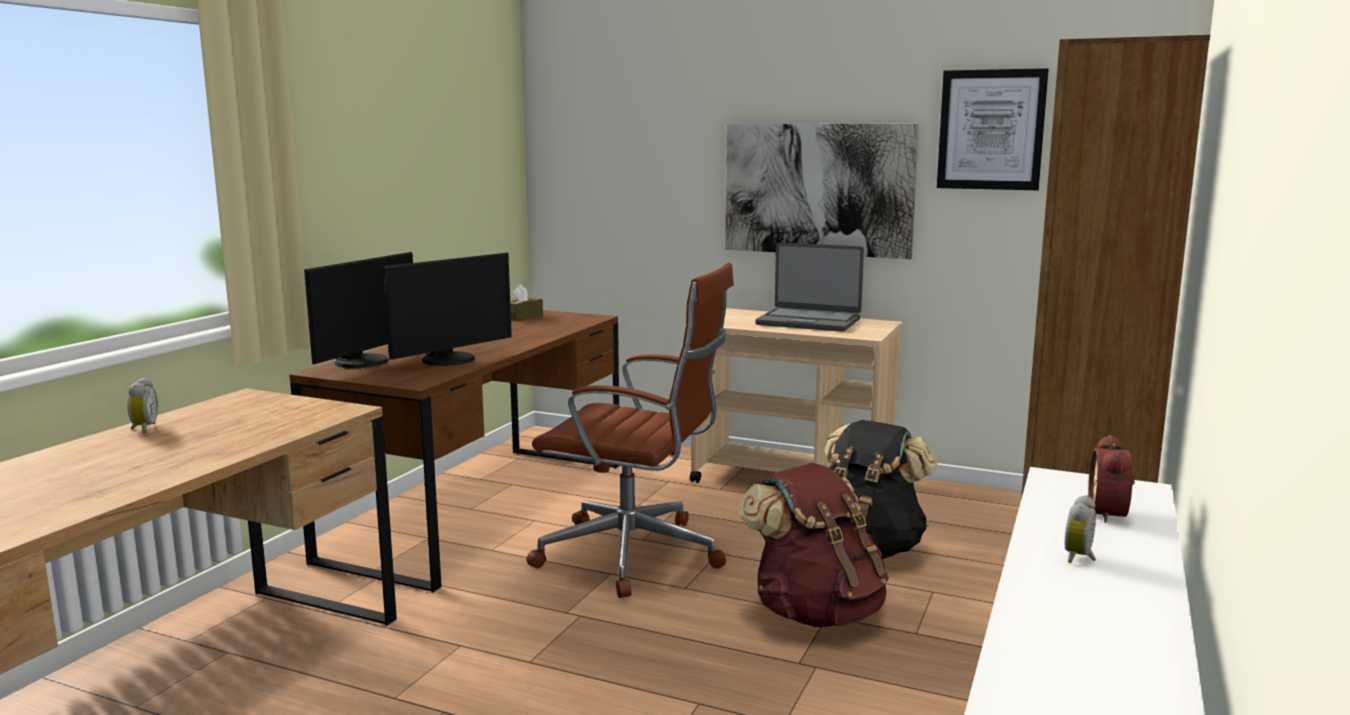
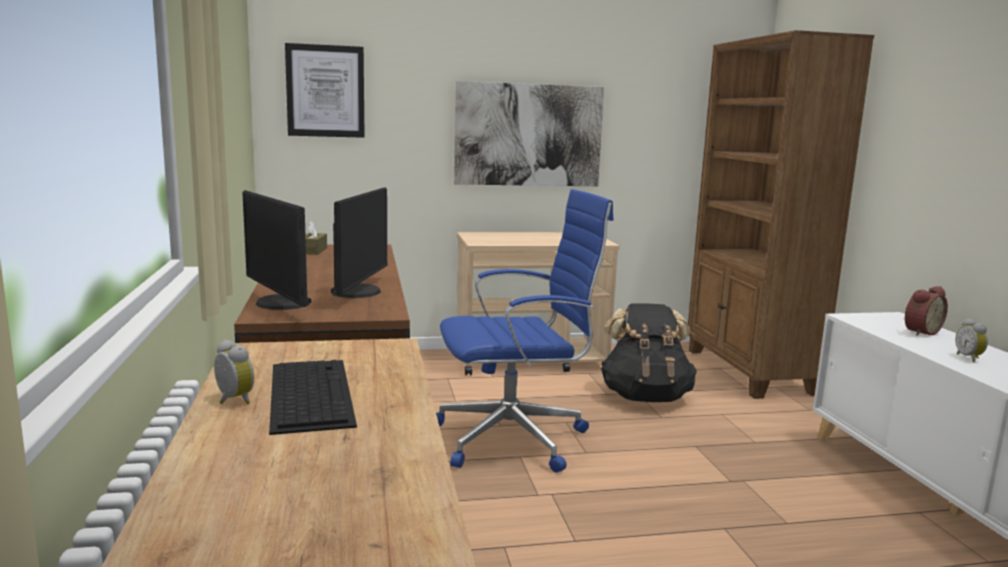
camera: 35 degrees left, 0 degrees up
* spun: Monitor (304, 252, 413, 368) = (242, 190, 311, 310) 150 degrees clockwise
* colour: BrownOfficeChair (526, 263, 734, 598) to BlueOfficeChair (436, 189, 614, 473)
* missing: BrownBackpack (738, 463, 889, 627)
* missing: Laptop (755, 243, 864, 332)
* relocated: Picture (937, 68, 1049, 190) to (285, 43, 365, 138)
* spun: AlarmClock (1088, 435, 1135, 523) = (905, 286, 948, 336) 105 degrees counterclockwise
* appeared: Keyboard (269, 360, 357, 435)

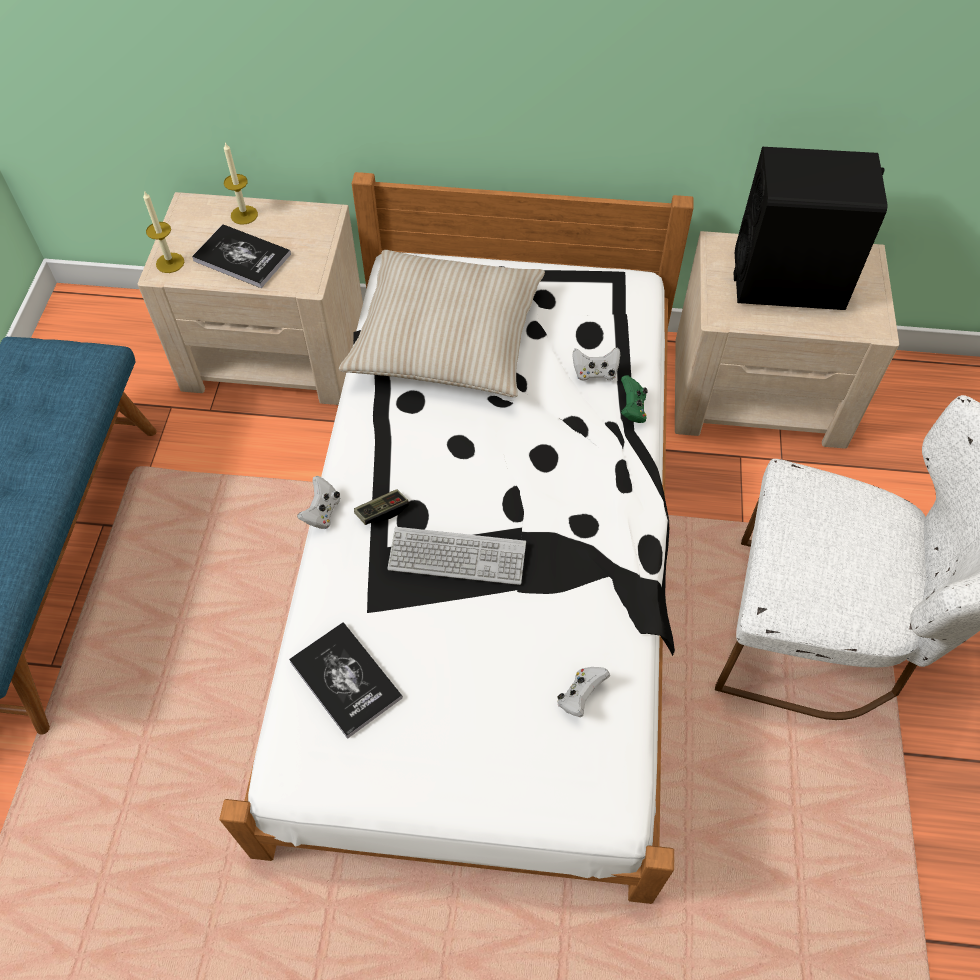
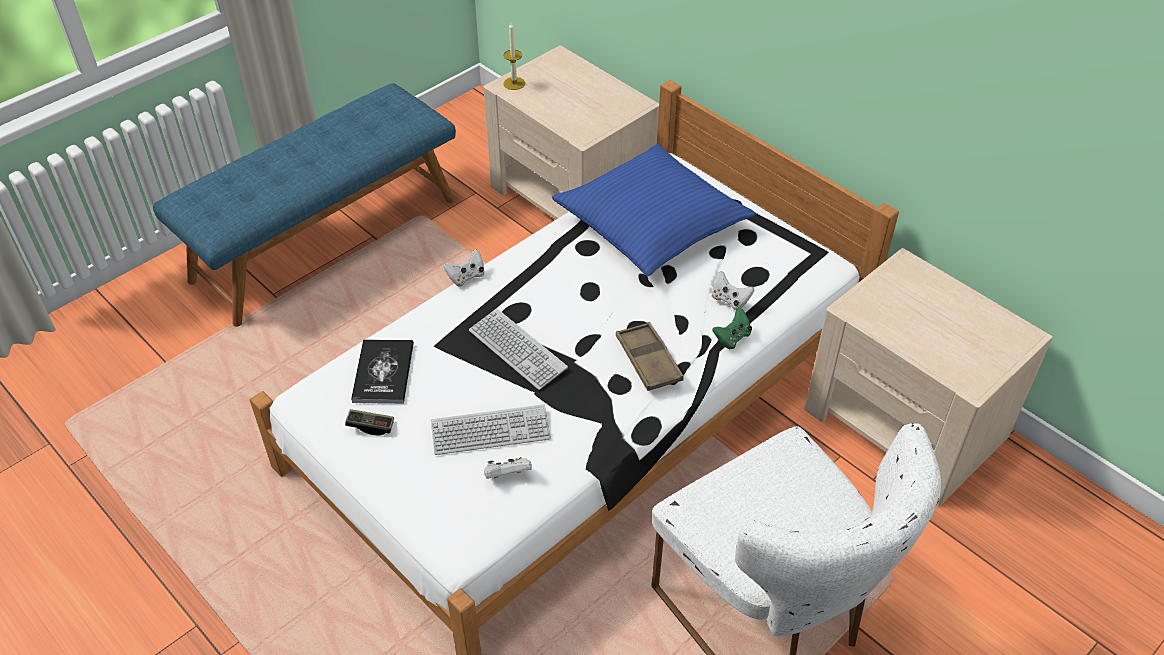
camera: 40 degrees right, 10 degrees down
* missing: Book (192, 224, 291, 288)
* missing: Candle (224, 142, 258, 225)
* colour: BeigePillow (339, 250, 545, 397) to BluePillow (552, 144, 756, 276)
* relocated: GameController (354, 489, 409, 525) to (345, 409, 394, 436)
* missing: BlackSpeaker (734, 147, 888, 310)
* appeared: Keyboard (431, 404, 551, 455)
* appeared: BrownTray (616, 322, 684, 391)

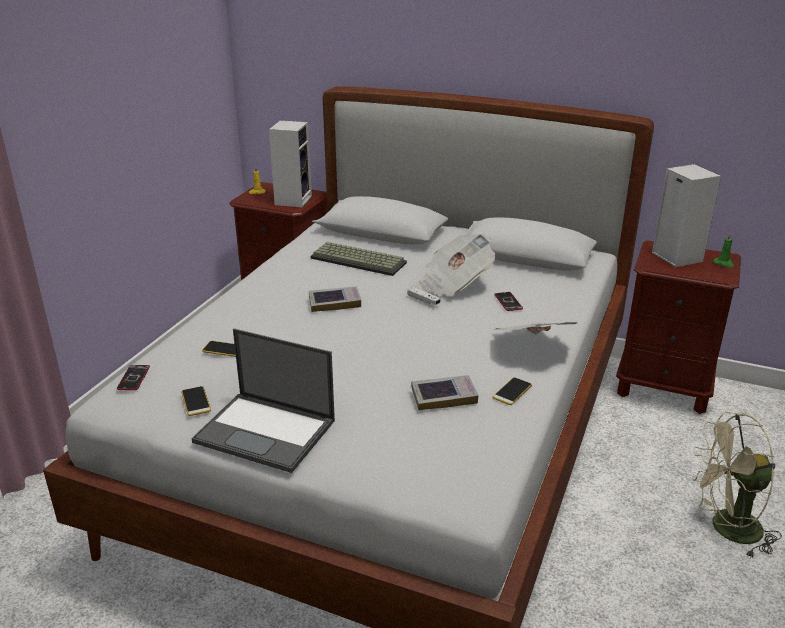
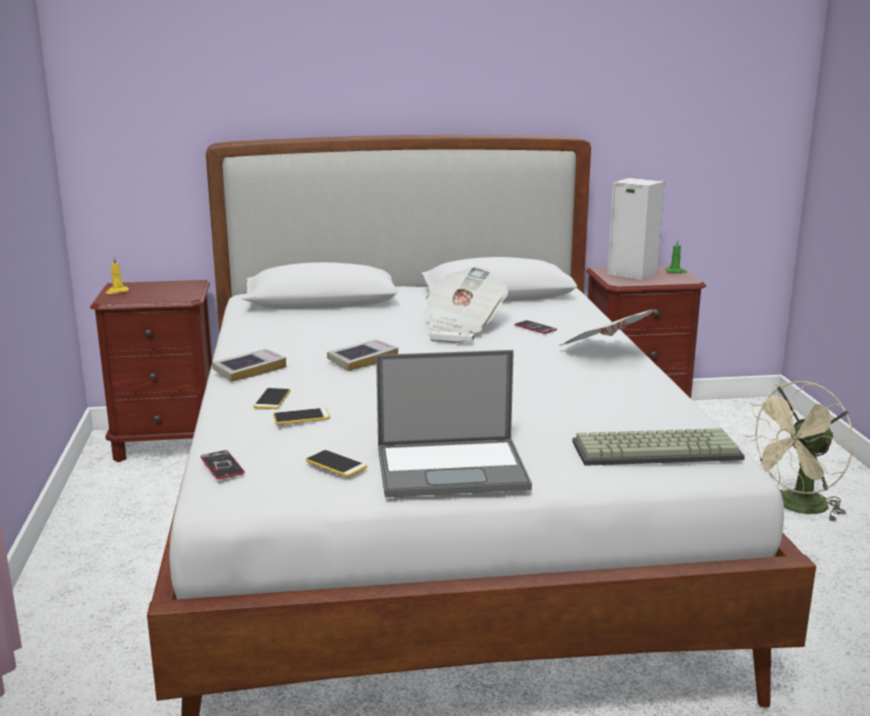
camera: 30 degrees left, 10 degrees down
* missing: Speaker (269, 120, 312, 207)
* relocated: Keyboard (311, 242, 407, 276) to (572, 428, 745, 466)
* relocated: Book (411, 375, 479, 410) to (212, 349, 286, 382)
* relocated: Phone (493, 377, 532, 405) to (253, 388, 291, 409)

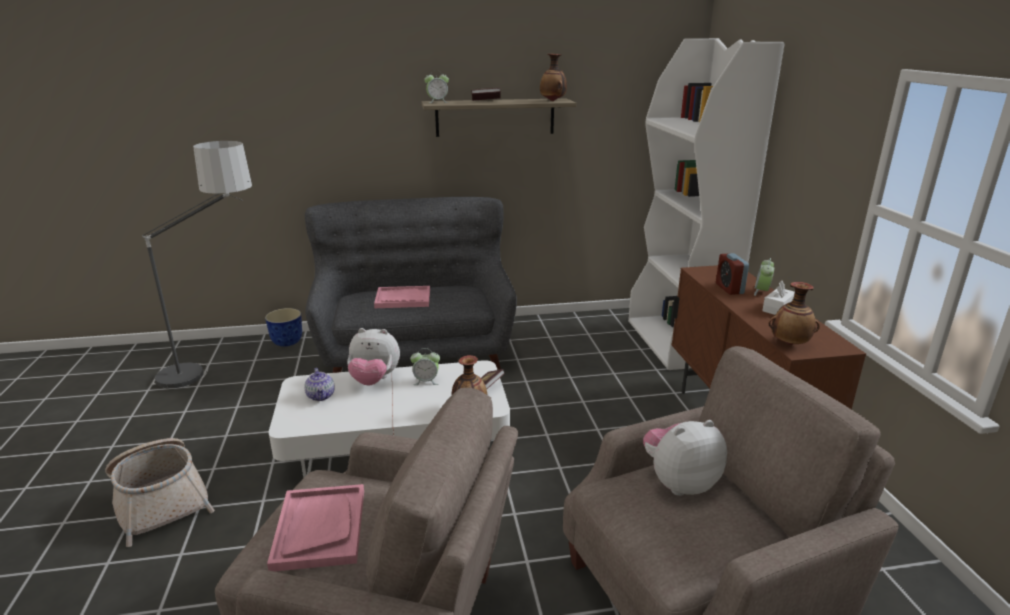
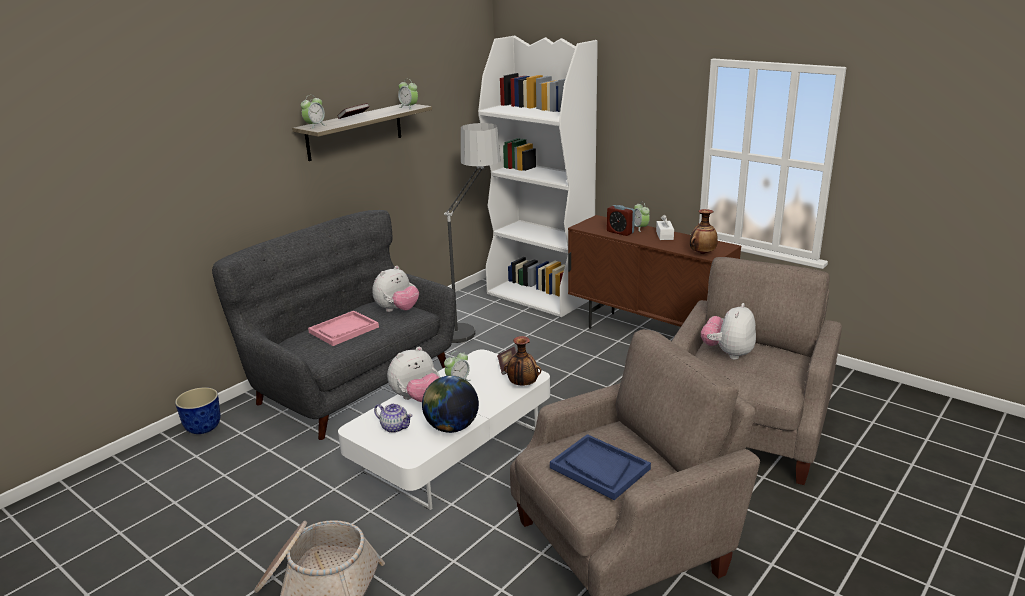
camera: 40 degrees left, 0 degrees up
* relocated: FloorLamp (142, 141, 252, 389) to (444, 123, 501, 344)
* colour: PinkTray (267, 484, 364, 571) to BlueTray (550, 434, 651, 500)
* exchanged: Vase (540, 54, 567, 101) to AlarmClock (398, 79, 418, 110)
* appeared: PlushToy (372, 266, 419, 312)
* appeared: Globe (422, 376, 479, 433)

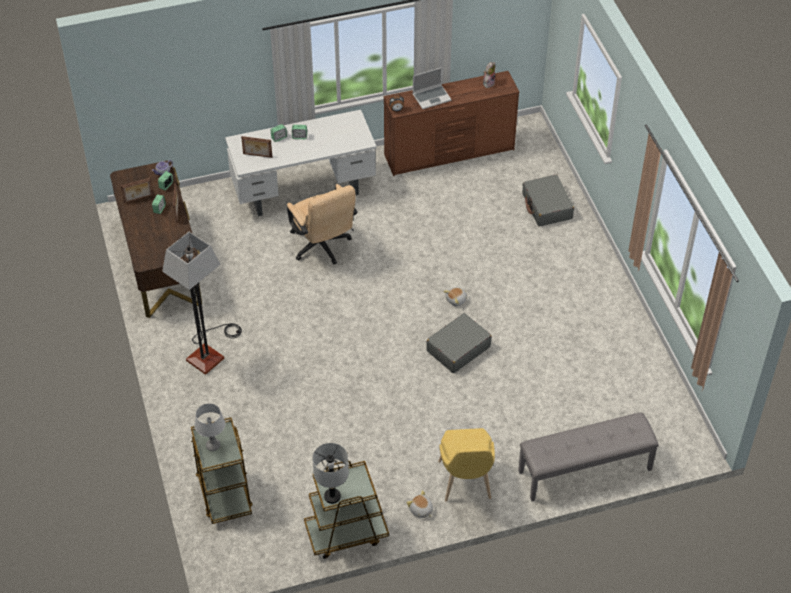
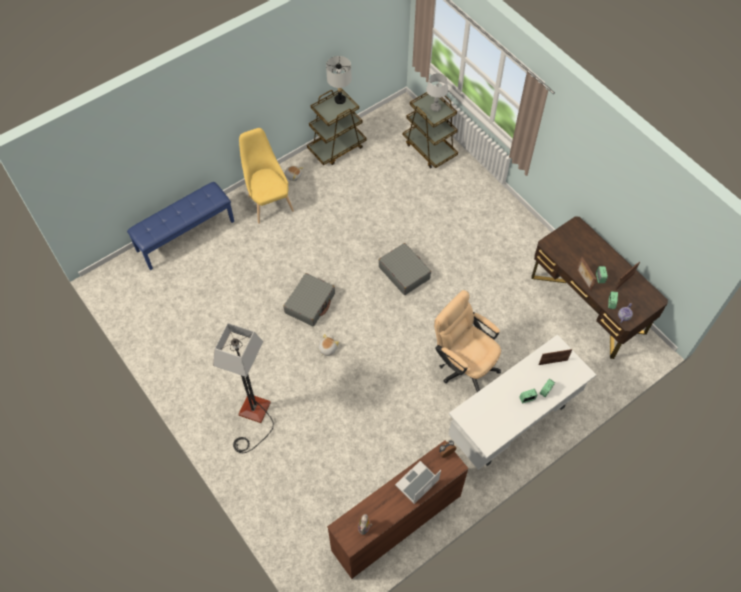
camera: 160 degrees right, 10 degrees up
* relocated: FloorLamp (162, 232, 242, 375) to (213, 323, 274, 453)
* colour: GreyBench (518, 412, 659, 502) to BlueBench (127, 182, 234, 270)
* relocated: GreySuitcase (522, 175, 574, 227) to (379, 243, 431, 295)

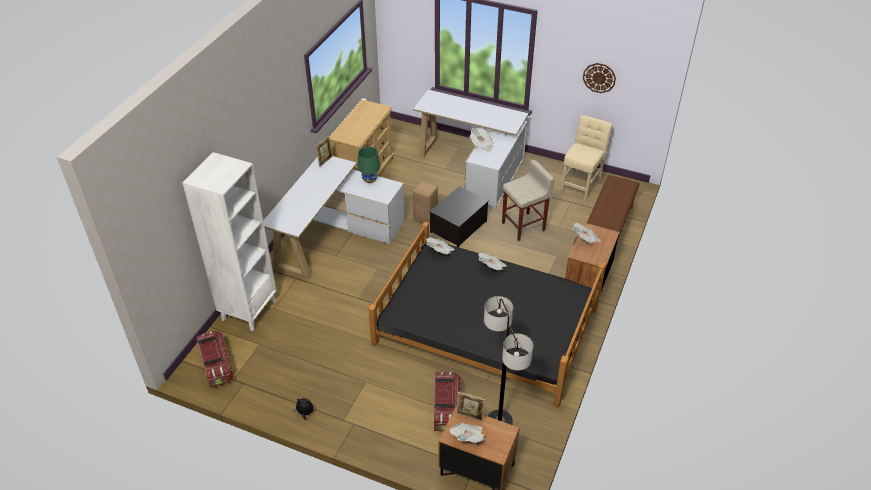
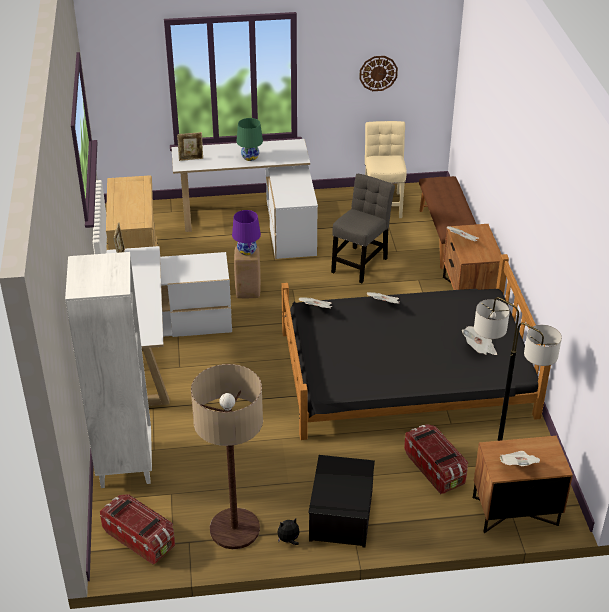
camera: 30 degrees left, 5 degrees down
* relocated: GreenTableLamp (357, 147, 381, 183) to (237, 118, 263, 161)
* relocated: StorageBox (429, 186, 489, 247) to (308, 455, 375, 548)
* relocated: PictureFrame (456, 392, 485, 422) to (177, 132, 203, 161)
* relocated: Newspaper (470, 128, 494, 152) to (462, 326, 497, 355)
* exchanged: BeigeStool (502, 160, 555, 241) to GreyChair (331, 173, 395, 283)
* appeared: FloorLamp (191, 364, 263, 549)
* appeared: PurpleTableLamp (232, 210, 261, 256)

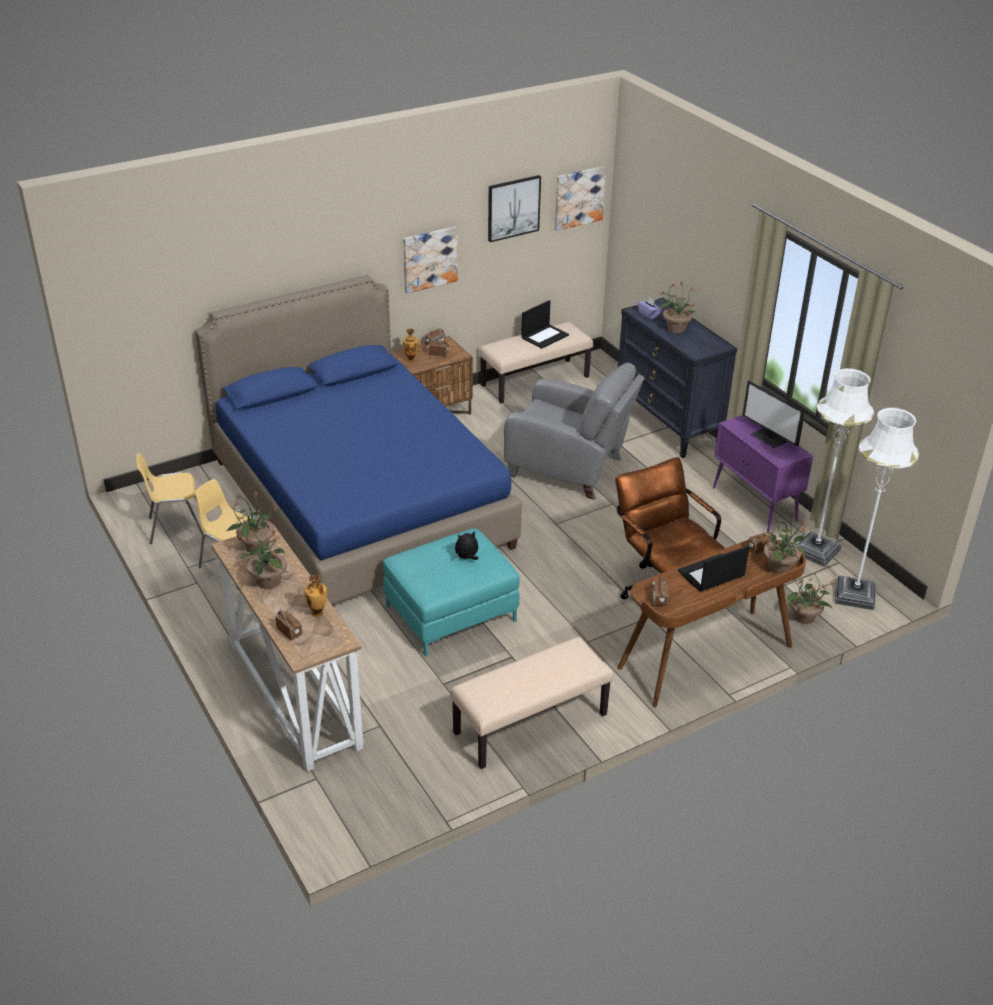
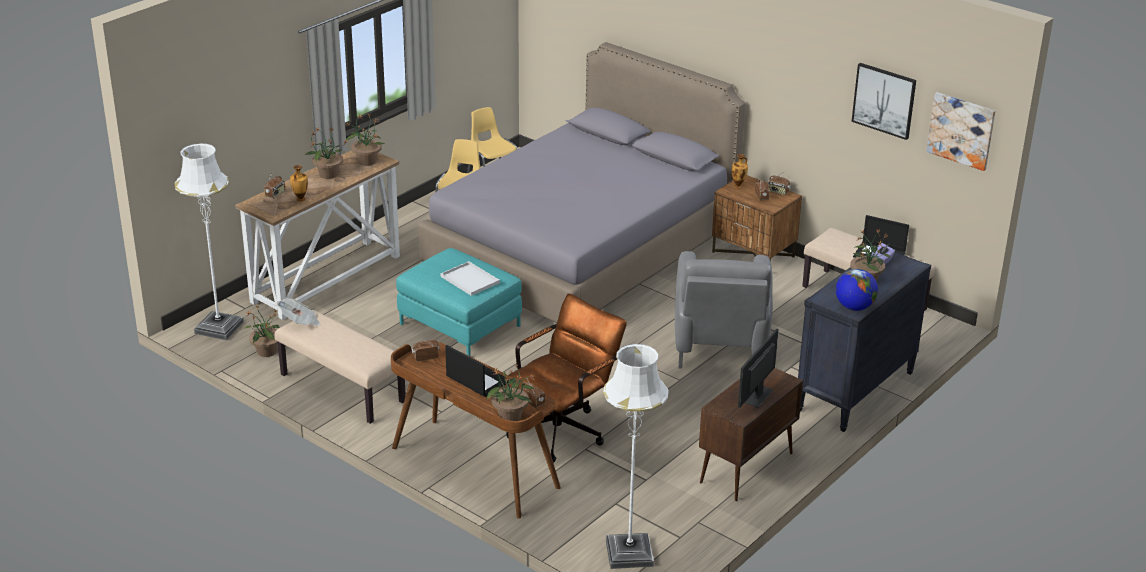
camera: 70 degrees right, 5 degrees down
* colour: BlueBed (195, 275, 522, 607) to GreyBed (418, 42, 746, 323)
* missing: Picture (403, 226, 458, 294)
* exchanged: PlushToy (455, 531, 479, 560) to WhiteTray (441, 261, 500, 296)
* colour: PurpleCabinet (713, 415, 813, 532) to BrownCabinet (699, 368, 803, 501)
* relocated: PottedPlant (787, 573, 835, 624) to (244, 305, 280, 357)
* relocated: WhiteFloorLamp (796, 368, 874, 567) to (175, 143, 244, 340)
* appeared: Newspaper (277, 298, 320, 326)
* appeared: Globe (836, 269, 878, 311)

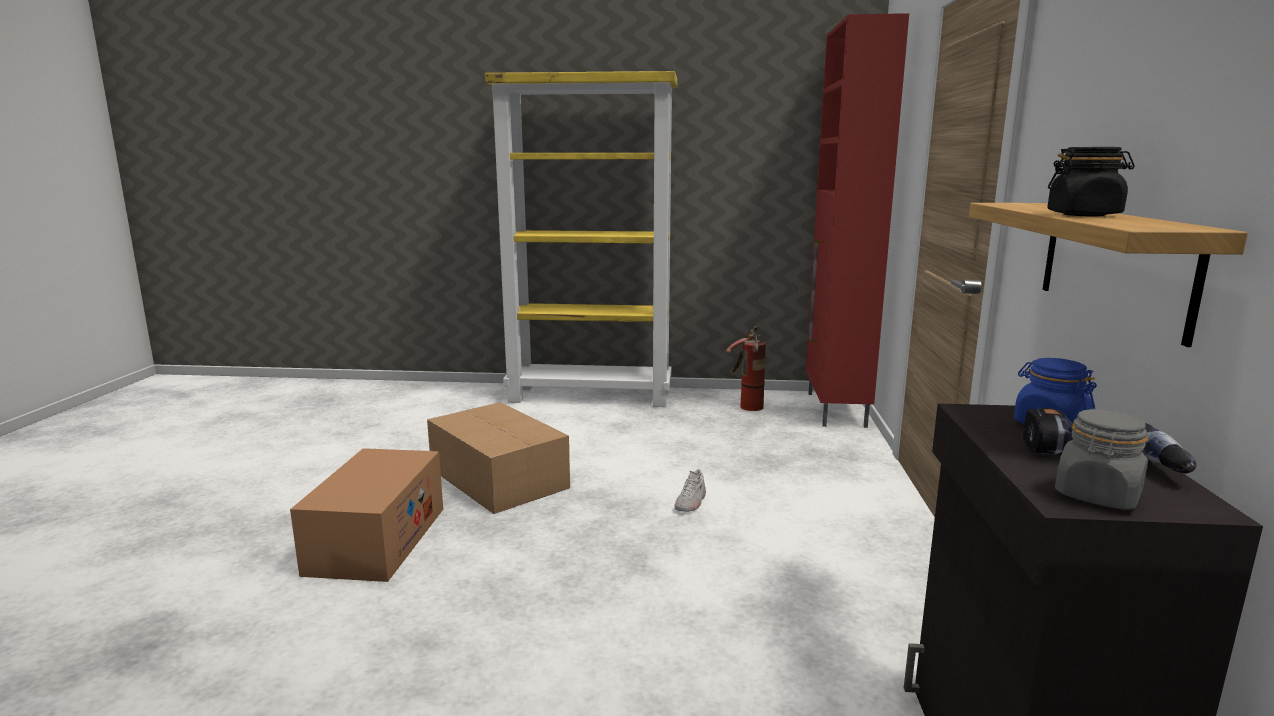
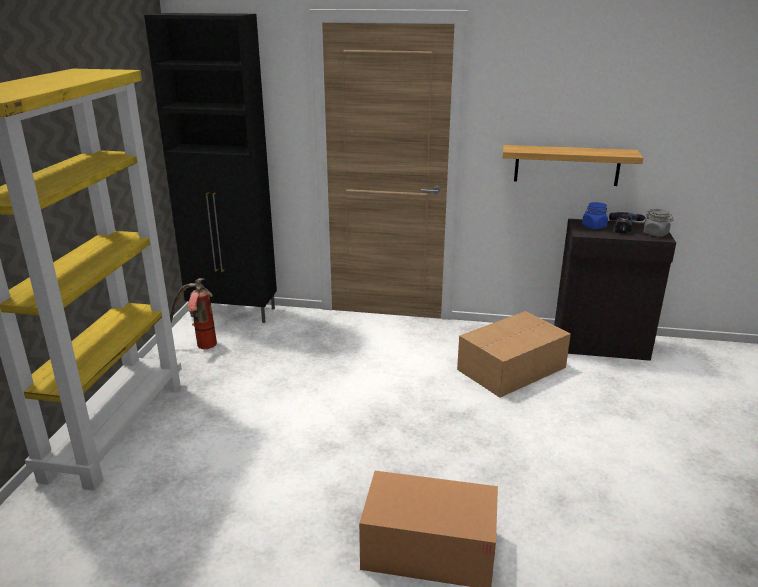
camera: 85 degrees left, 10 degrees up
* relocated: CardboardBox (427, 402, 570, 514) to (457, 311, 571, 398)
* missing: WhiteShoe (674, 469, 706, 512)
* colour: RedCabinet (806, 13, 909, 428) to BlackCabinet (144, 13, 277, 323)
* missing: BlackJar (1047, 147, 1135, 216)

